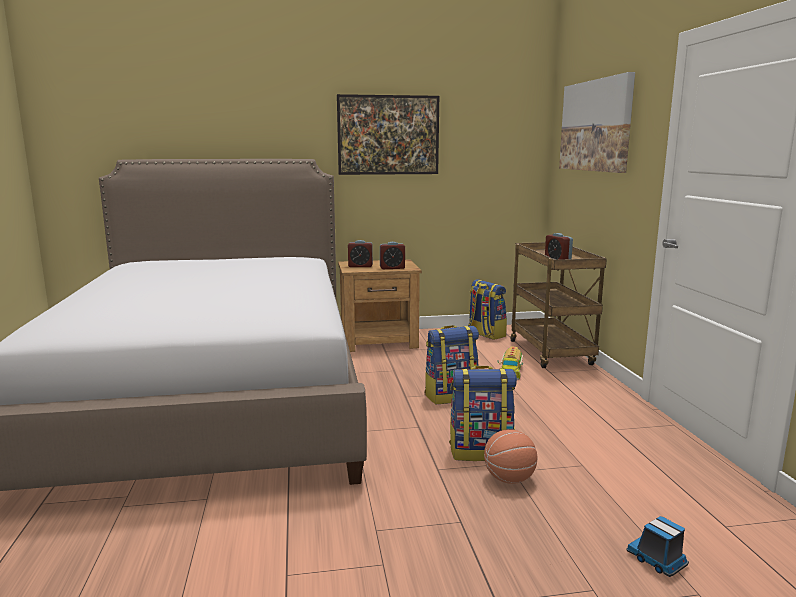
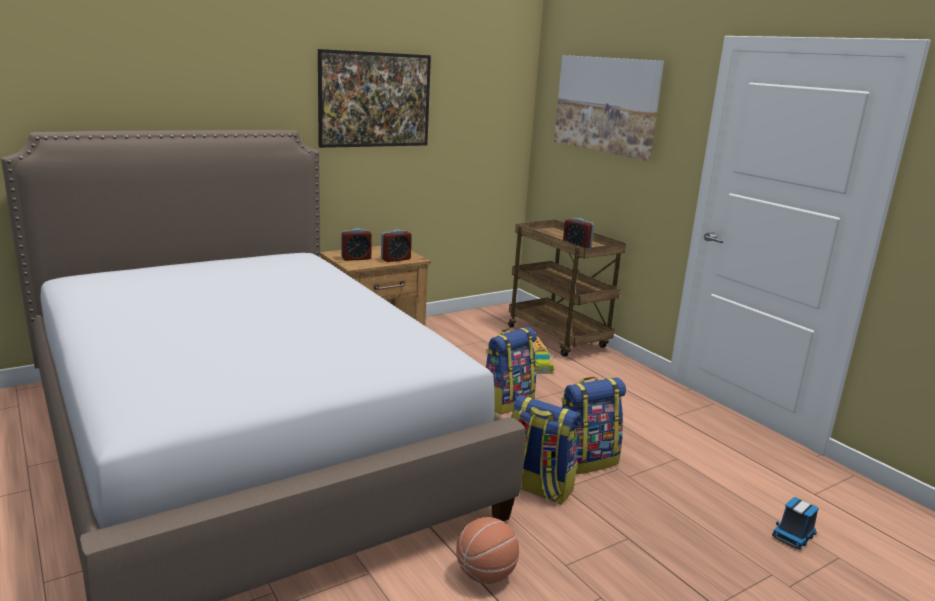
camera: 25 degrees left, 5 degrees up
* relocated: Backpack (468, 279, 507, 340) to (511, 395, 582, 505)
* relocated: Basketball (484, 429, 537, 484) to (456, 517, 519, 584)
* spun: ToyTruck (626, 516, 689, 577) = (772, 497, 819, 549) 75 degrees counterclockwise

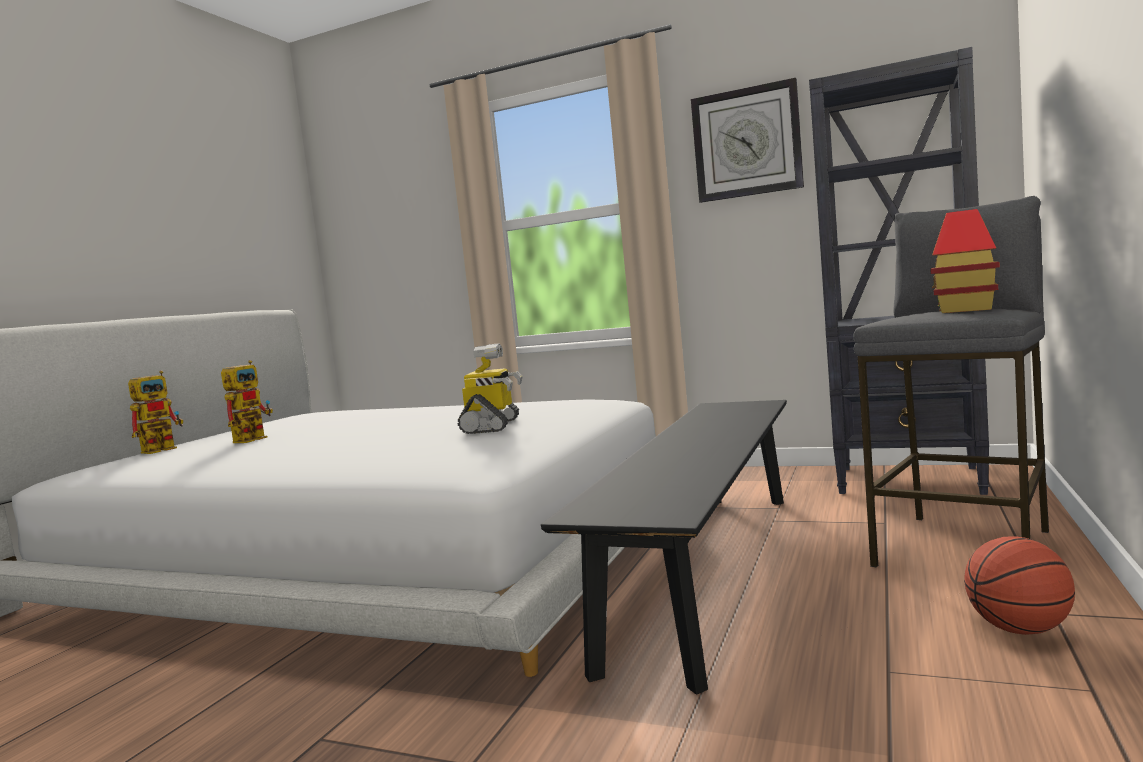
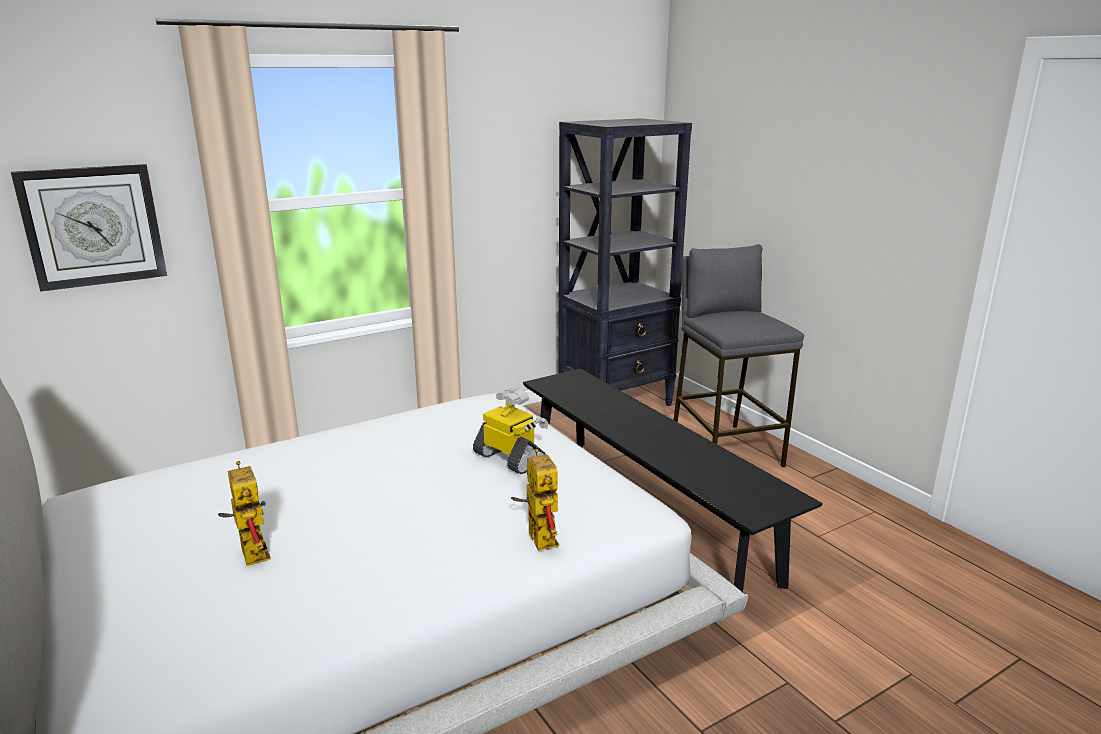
camera: 55 degrees left, 15 degrees up
* relocated: ToyRobot (128, 371, 183, 454) to (511, 448, 559, 551)
* relocated: WallClock (691, 78, 804, 203) to (11, 164, 167, 292)
* missing: ToyHouse (930, 209, 1000, 313)
* missing: Basketball (964, 536, 1075, 635)

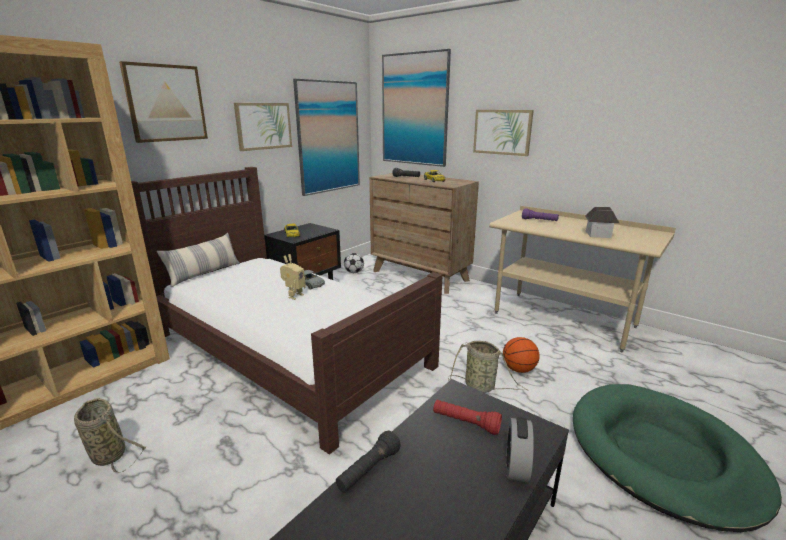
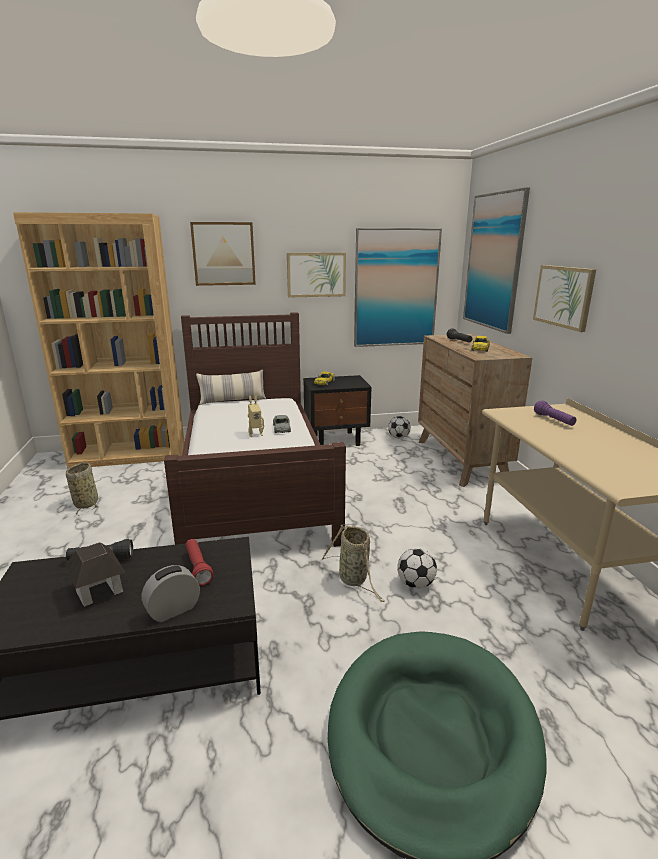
camera: 40 degrees right, 0 degrees up
* exchanged: Basketball (503, 337, 540, 373) to Football (397, 548, 437, 589)
* relocated: ToyHouse (585, 207, 619, 238) to (66, 542, 125, 607)

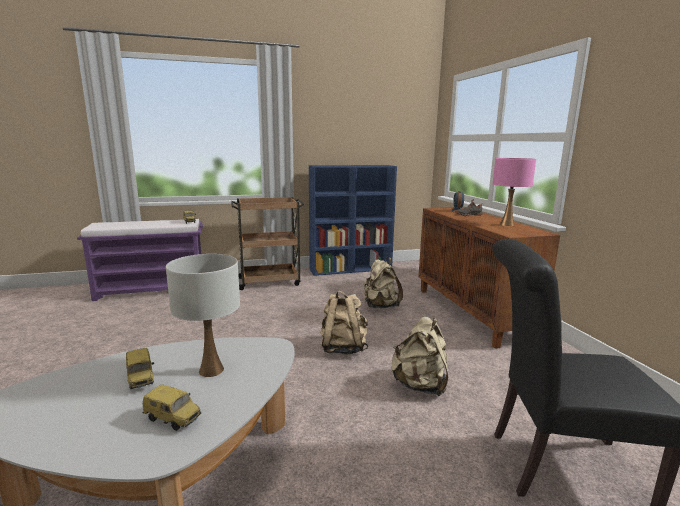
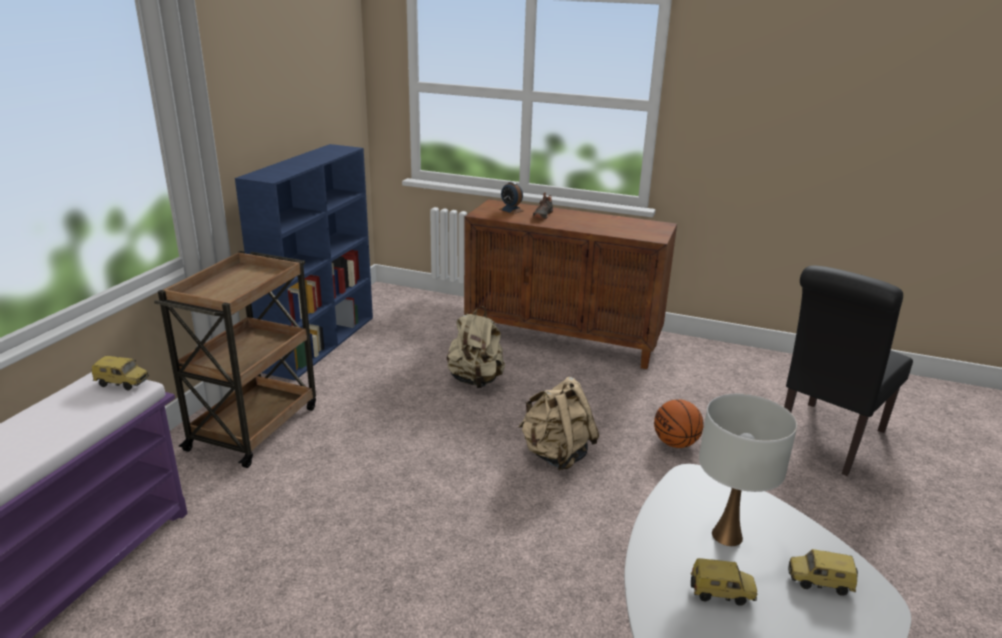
camera: 55 degrees left, 10 degrees up
* spun: ToyCar (143, 384, 201, 431) = (788, 549, 858, 596) 135 degrees counterclockwise
* exchanged: BeigeBackpack (391, 316, 448, 396) to Basketball (654, 399, 704, 448)
* missing: PinkTableLamp (493, 158, 536, 226)

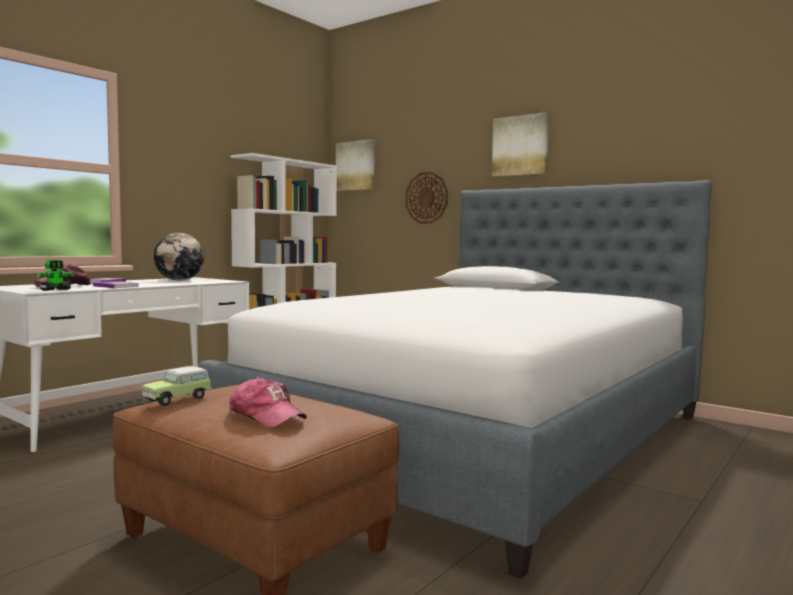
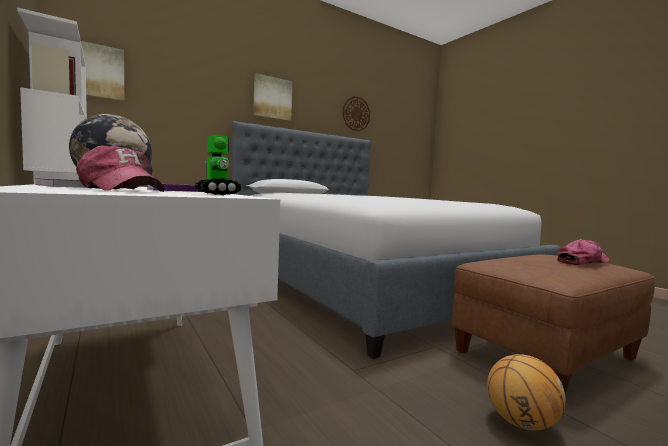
camera: 70 degrees left, 0 degrees up
* missing: ToyCar (142, 366, 212, 406)
* relocated: WallClock (405, 172, 448, 224) to (343, 96, 370, 132)
* appeared: Basketball (487, 354, 566, 430)

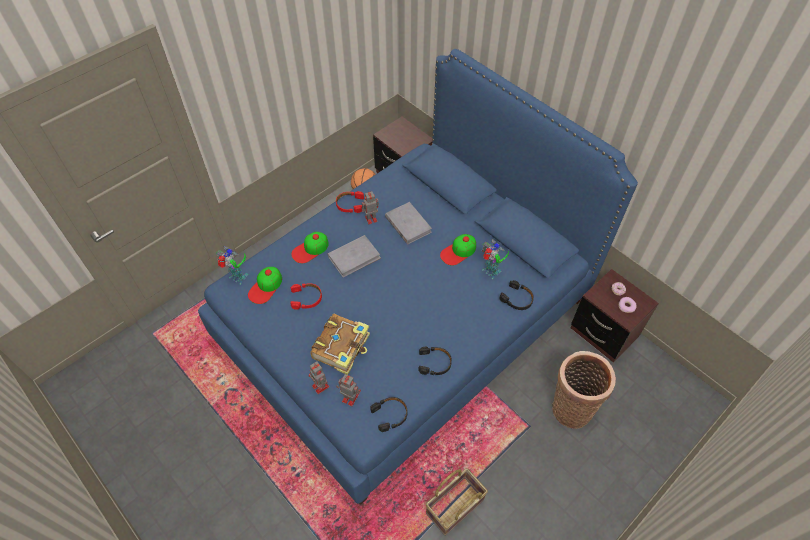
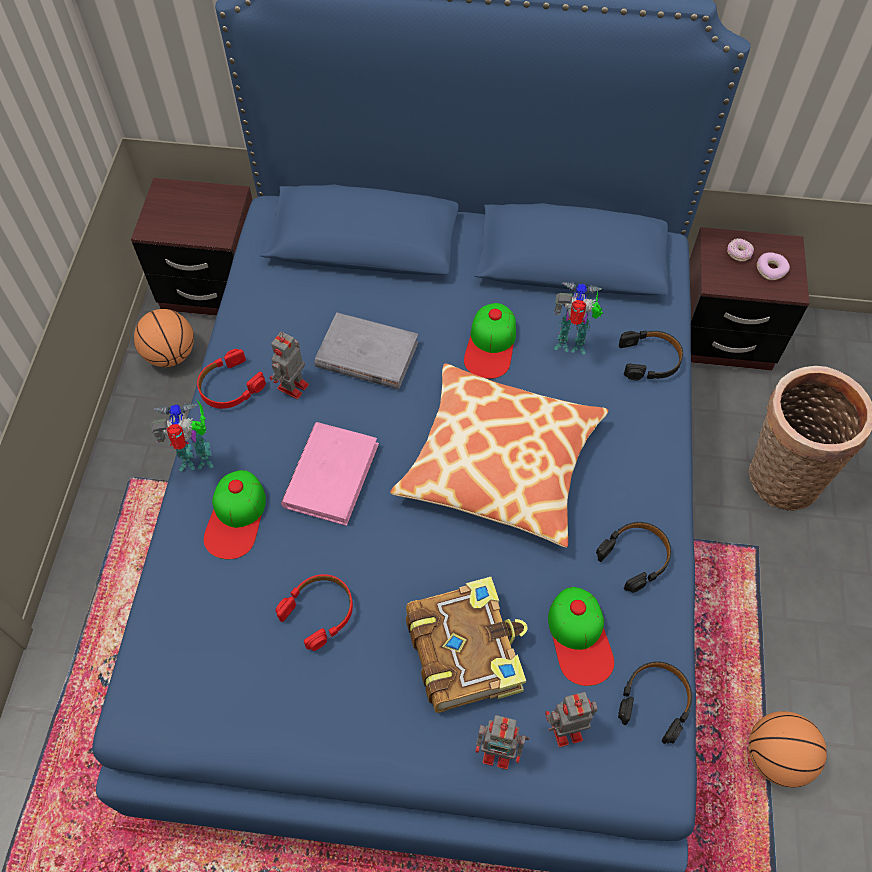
camera: 40 degrees left, 5 degrees up
* relocated: ToyRobot (216, 246, 248, 285) to (150, 401, 213, 471)
* relocated: Cap (248, 267, 282, 304) to (548, 587, 614, 686)
* colour: GreyBook (327, 235, 381, 278) to PinkBook (281, 422, 379, 526)
* exchanged: Basket (426, 468, 488, 536) to Basketball (748, 711, 827, 787)
* appeared: Pillow (390, 364, 609, 548)

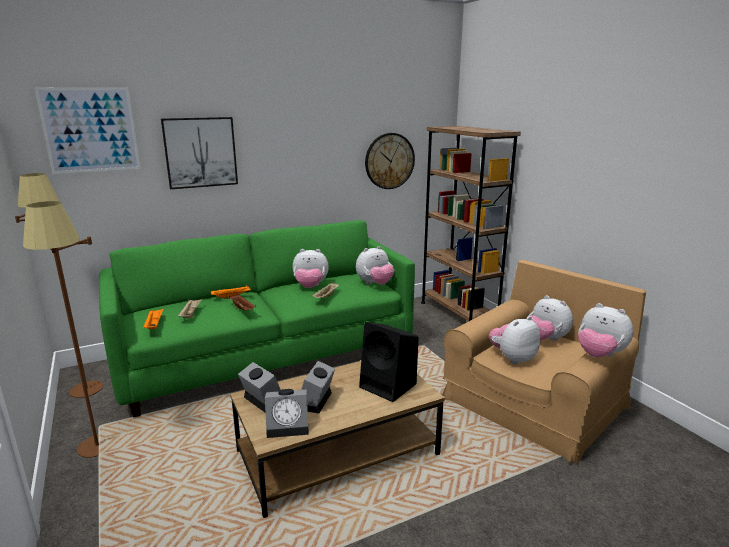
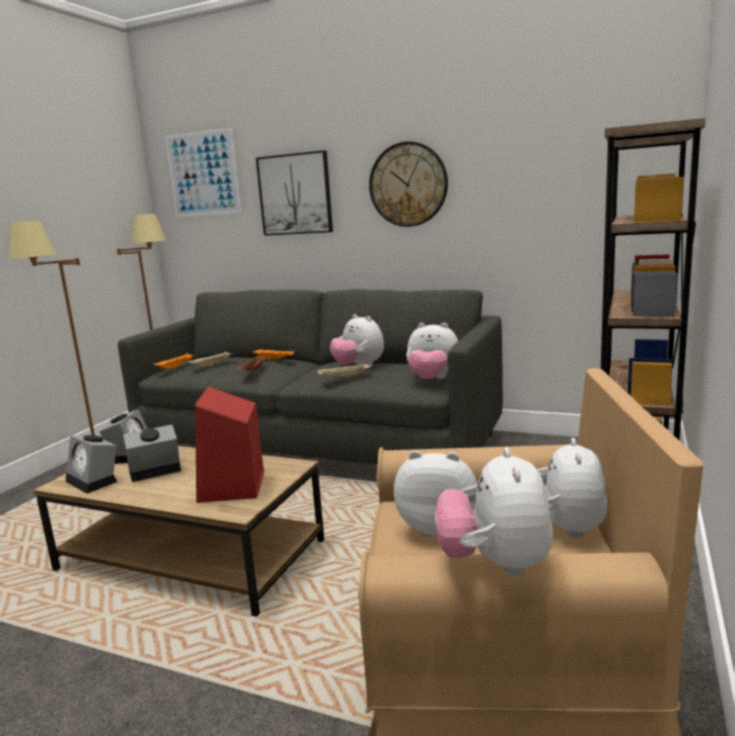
camera: 50 degrees right, 5 degrees down
* colour: GreenSofa (99, 220, 415, 418) to GreySofa (118, 289, 503, 464)
* colour: BlackSpeaker (359, 322, 419, 402) to RedSpeaker (195, 387, 264, 503)
* relocated: WallClock (365, 133, 415, 189) to (369, 141, 448, 227)

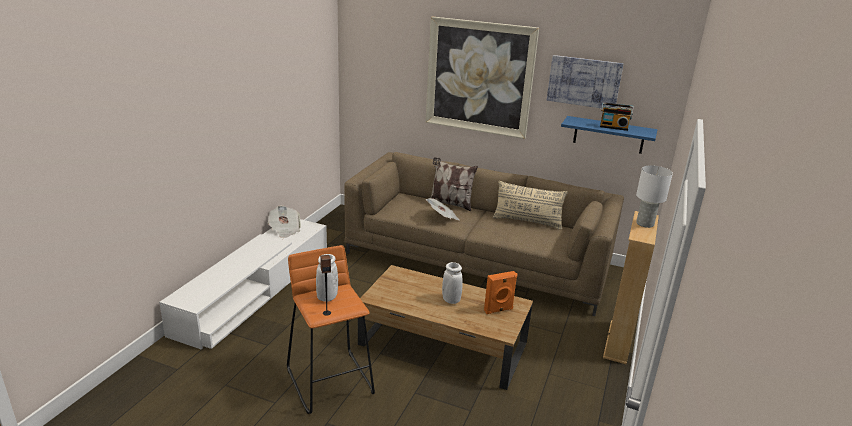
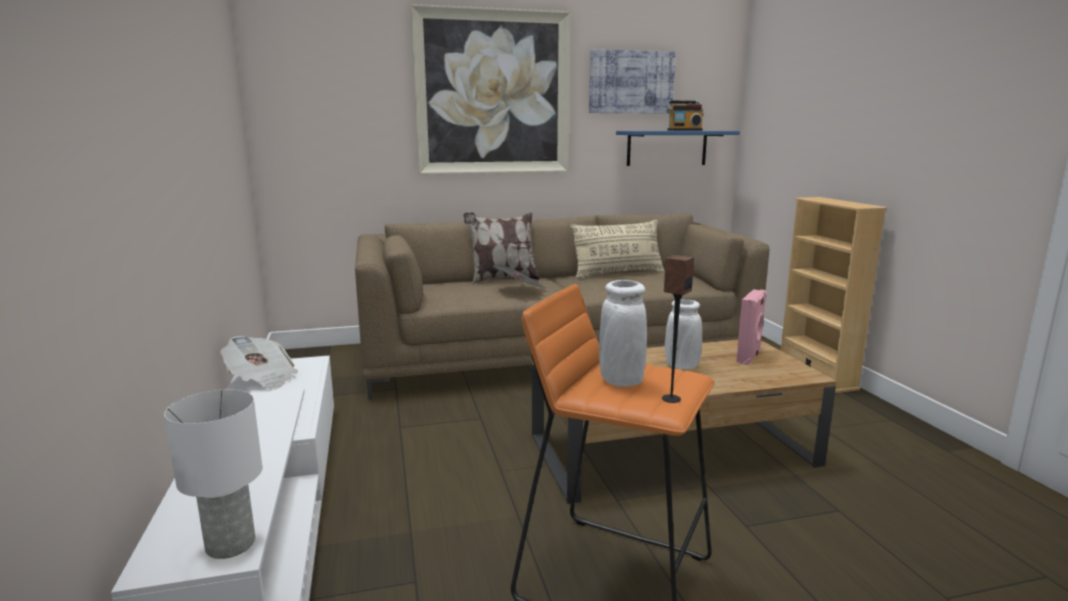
camera: 35 degrees left, 10 degrees down
* colour: OrangeSpeaker (484, 271, 518, 314) to PinkSpeaker (736, 289, 767, 365)
* relocated: WhiteTableLamp (636, 165, 673, 228) to (164, 390, 262, 559)

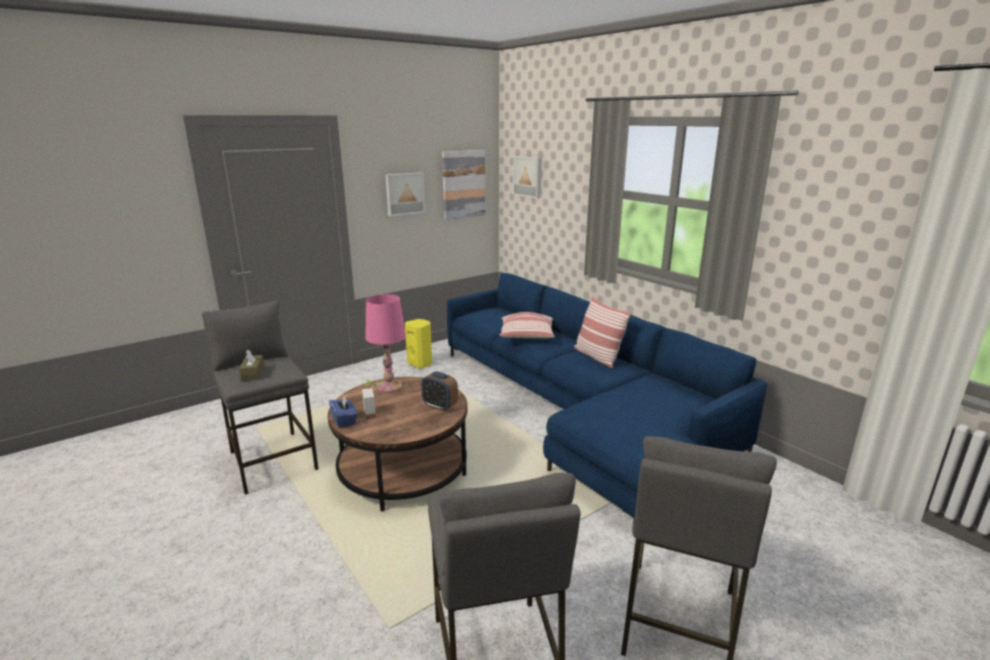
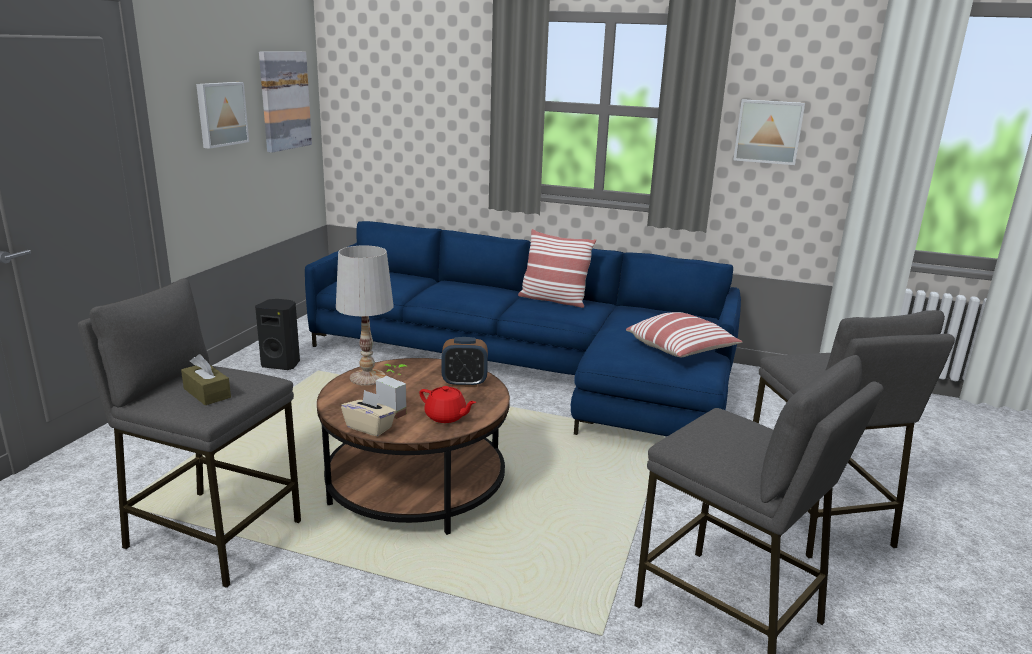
camera: 35 degrees left, 0 degrees up
* colour: BlueTissueBox (329, 396, 357, 428) to BeigeTissueBox (341, 390, 396, 436)
* colour: PinkTableLamp (365, 294, 406, 392) to WhiteTableLamp (336, 245, 394, 386)
* colour: YellowSpeaker (405, 319, 432, 369) to BlackSpeaker (255, 299, 300, 370)
* relocated: Pillow (499, 312, 555, 338) to (626, 312, 742, 357)
* relocated: Picture (513, 156, 542, 199) to (733, 99, 805, 165)
* appeared: RedTeapot (419, 386, 476, 423)

